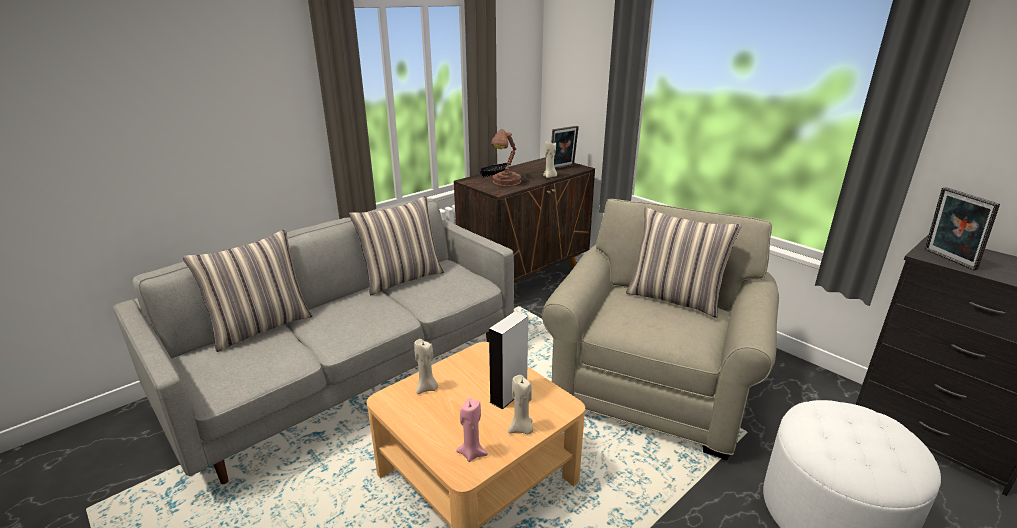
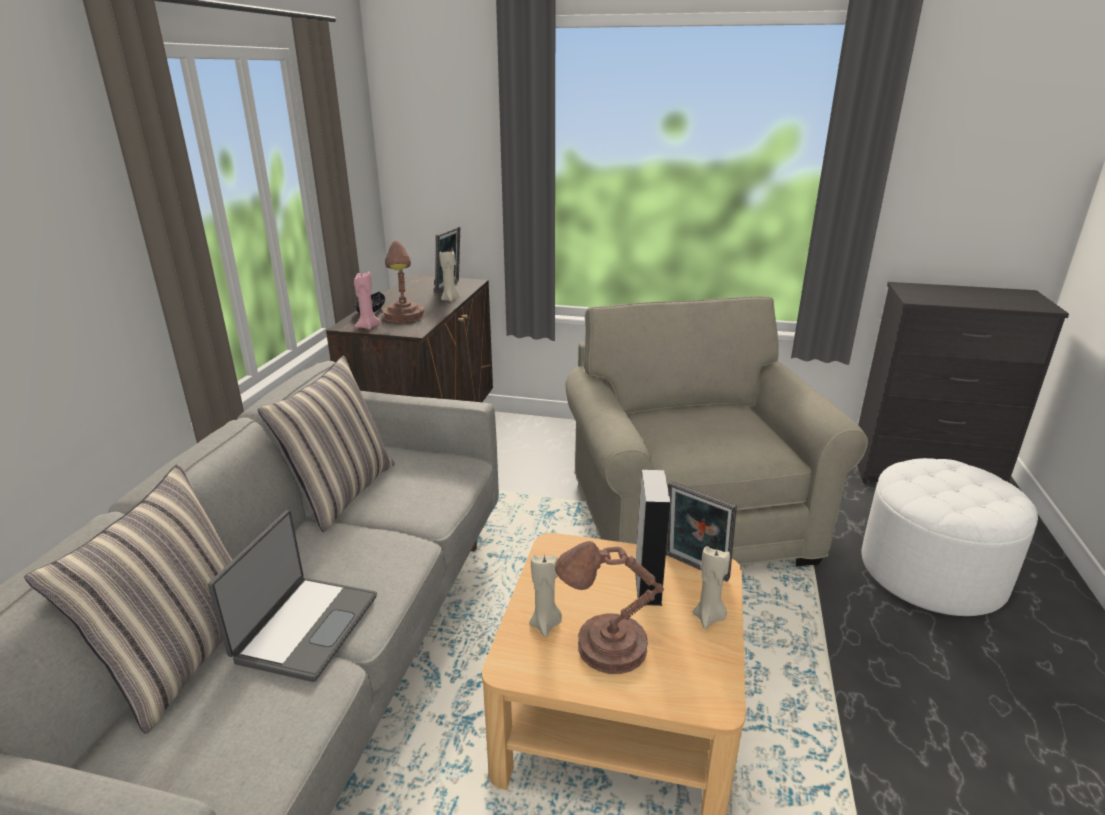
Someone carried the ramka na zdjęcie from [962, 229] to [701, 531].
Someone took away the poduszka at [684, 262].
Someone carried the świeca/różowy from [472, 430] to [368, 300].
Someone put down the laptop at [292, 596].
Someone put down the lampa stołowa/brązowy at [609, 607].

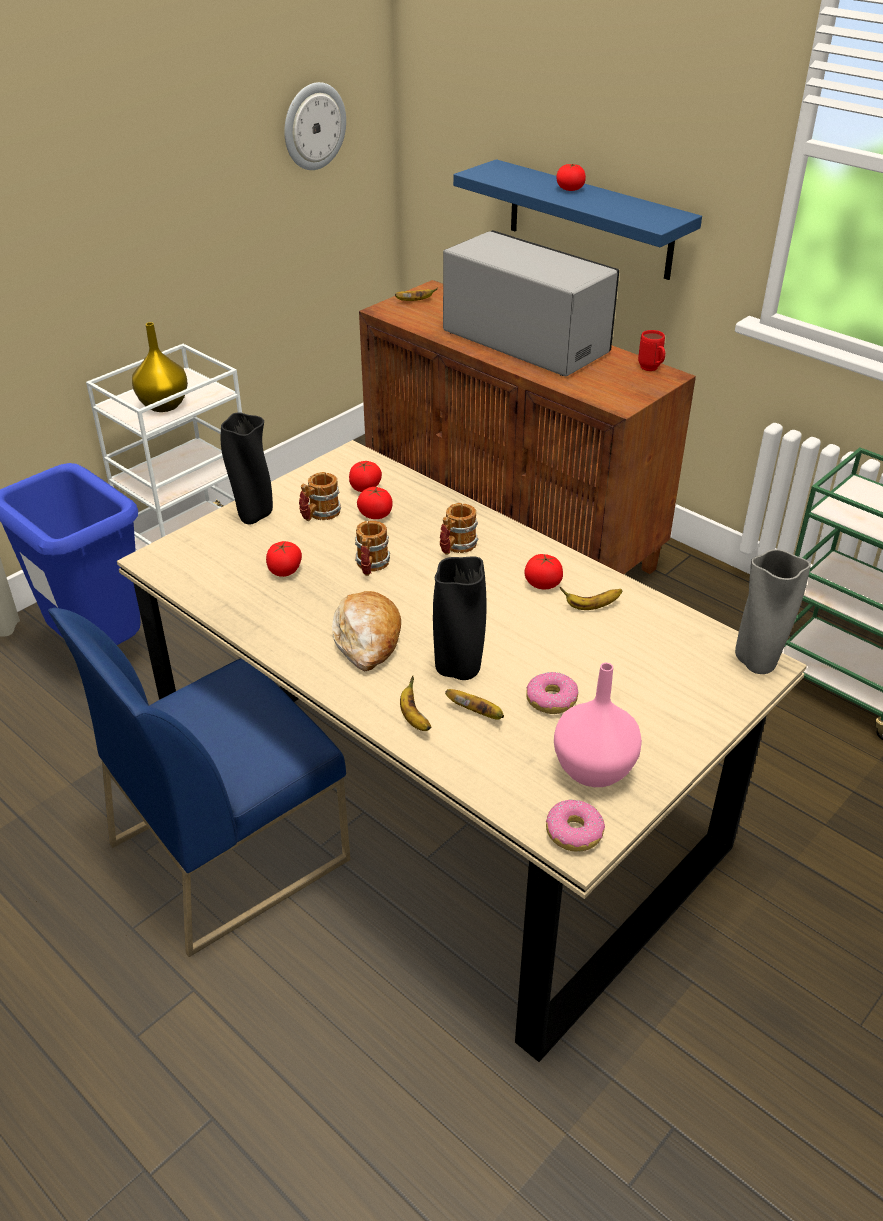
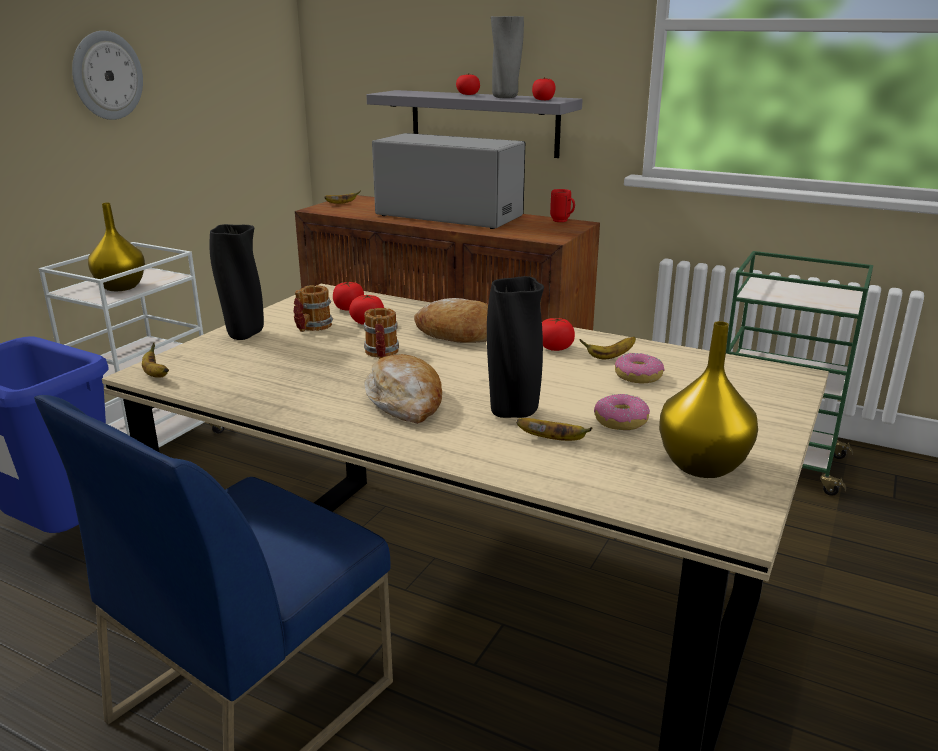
Someone carried the zegar ścienny from [315, 126] to [107, 75].
Someone repainted the półka/niebieski at [577, 219], which became the półka/szary at [474, 124].
Someone swapped the kubek at [459, 529] for the chleb at [451, 320].
Someone carried the pomidor from [284, 559] to [544, 88].
Someone carried the wazon/szary from [773, 611] to [507, 57].
Someone repainted the wazon/różowy at [598, 725], which became the wazon/żółty at [708, 399].
Someone carried the banan from [415, 703] to [155, 360].
Someone carried the donut from [575, 826] to [640, 368].

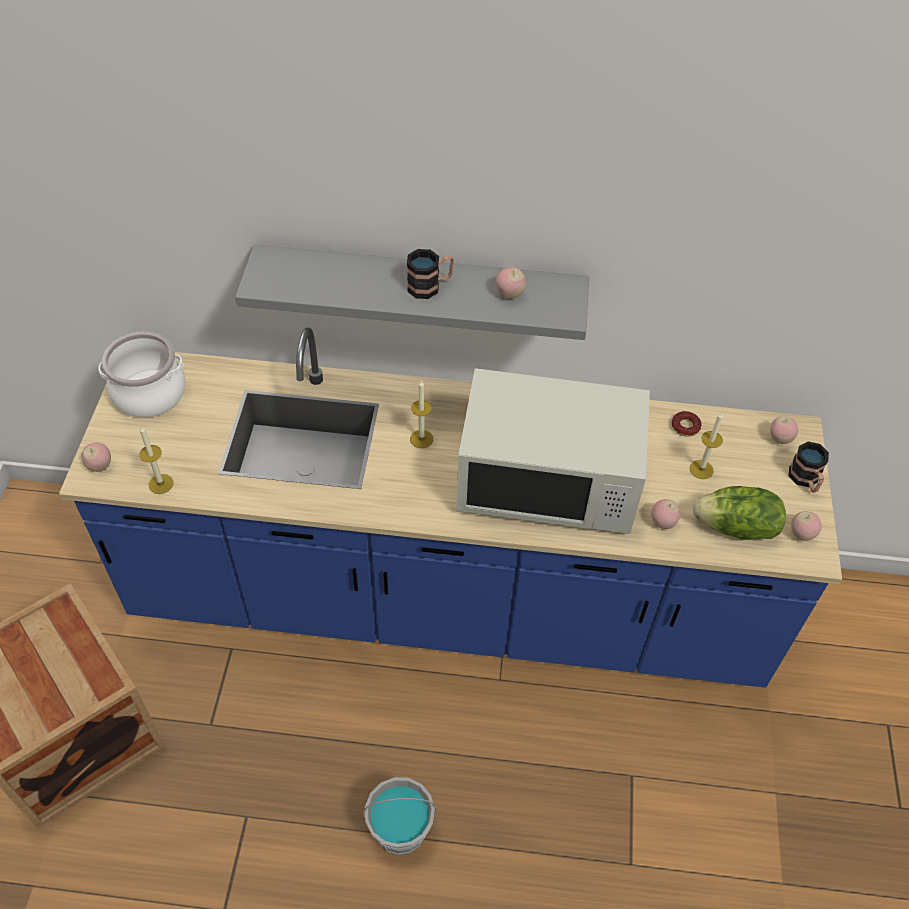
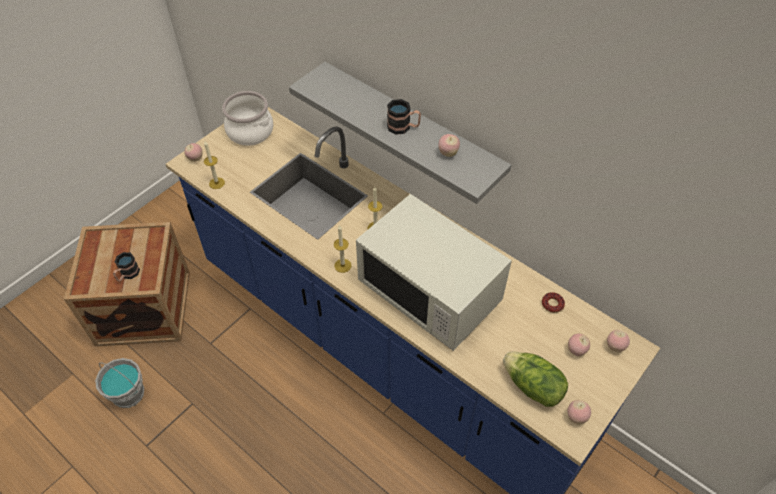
Someone carried the świeca from [706, 445] to [343, 249].
Someone carried the kubek from [809, 467] to [126, 267].
Someone carried the jabłko from [666, 514] to [579, 345].
Someone carried the wiadro/szary from [399, 816] to [119, 383].

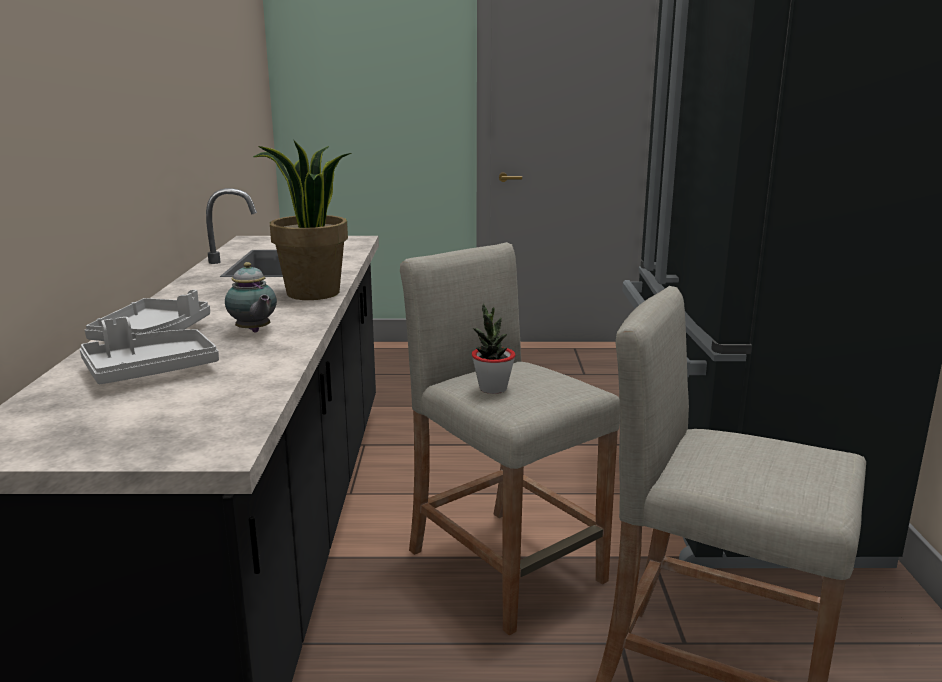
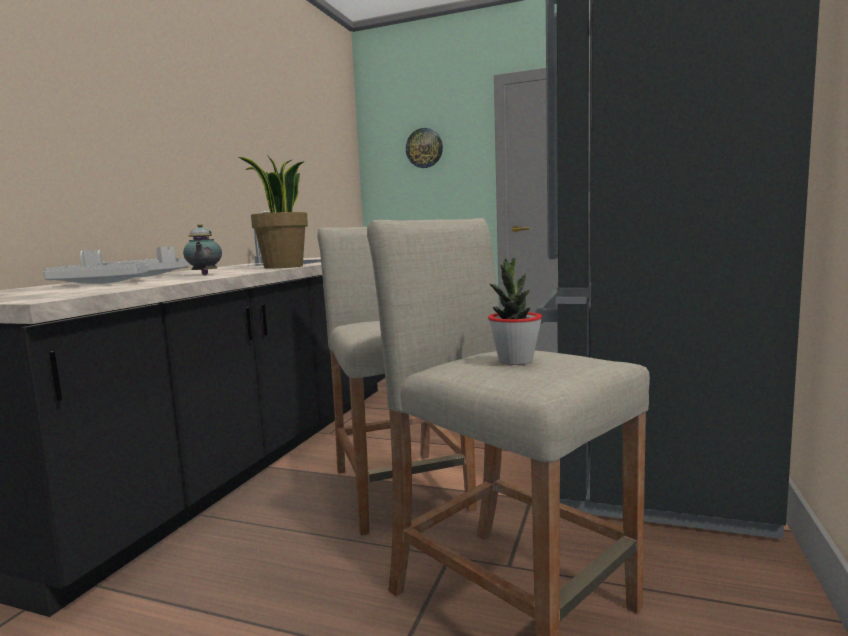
Someone carried the roślina doniczkowa from [494, 348] to [515, 311].
Someone put up the zegar ścienny at [424, 148].

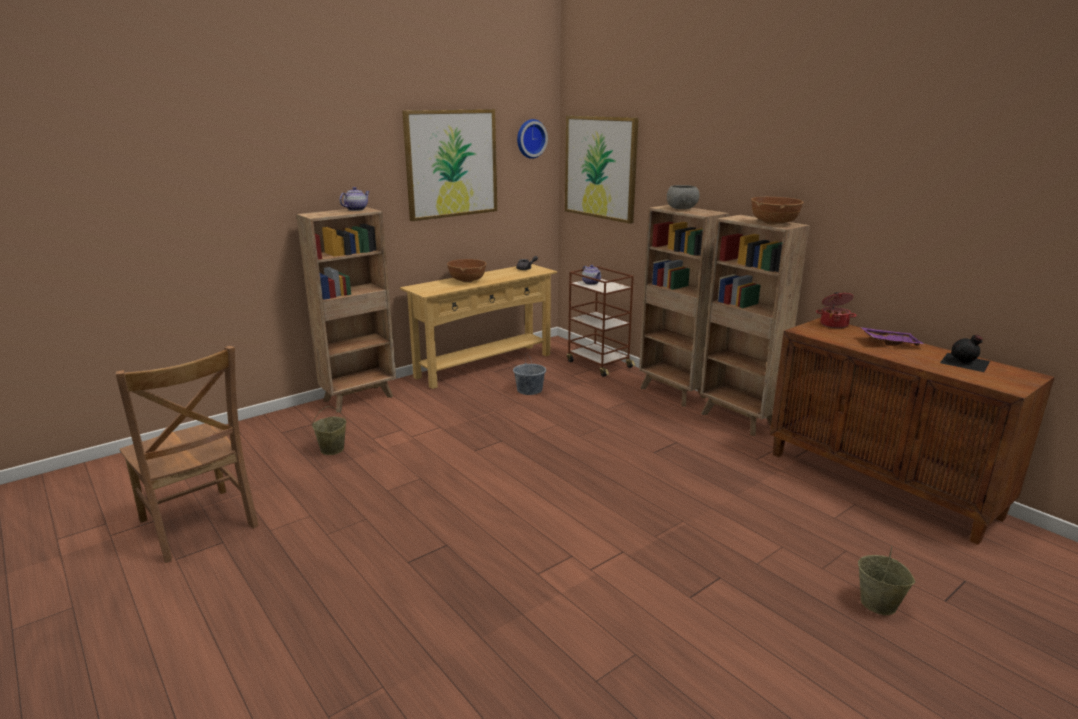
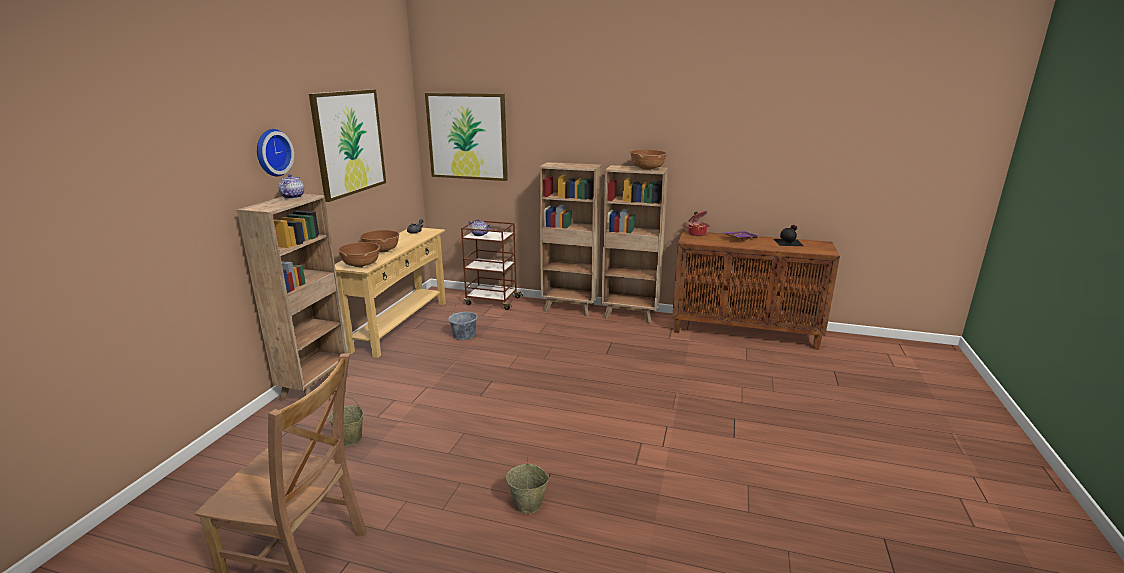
Someone carried the zegar ścienny from [532, 139] to [275, 153].
Someone took away the miska/szary at [683, 197].
Someone carried the wiadro/beżowy from [886, 580] to [527, 485].
Someone put down the miska/brązowy at [359, 255].

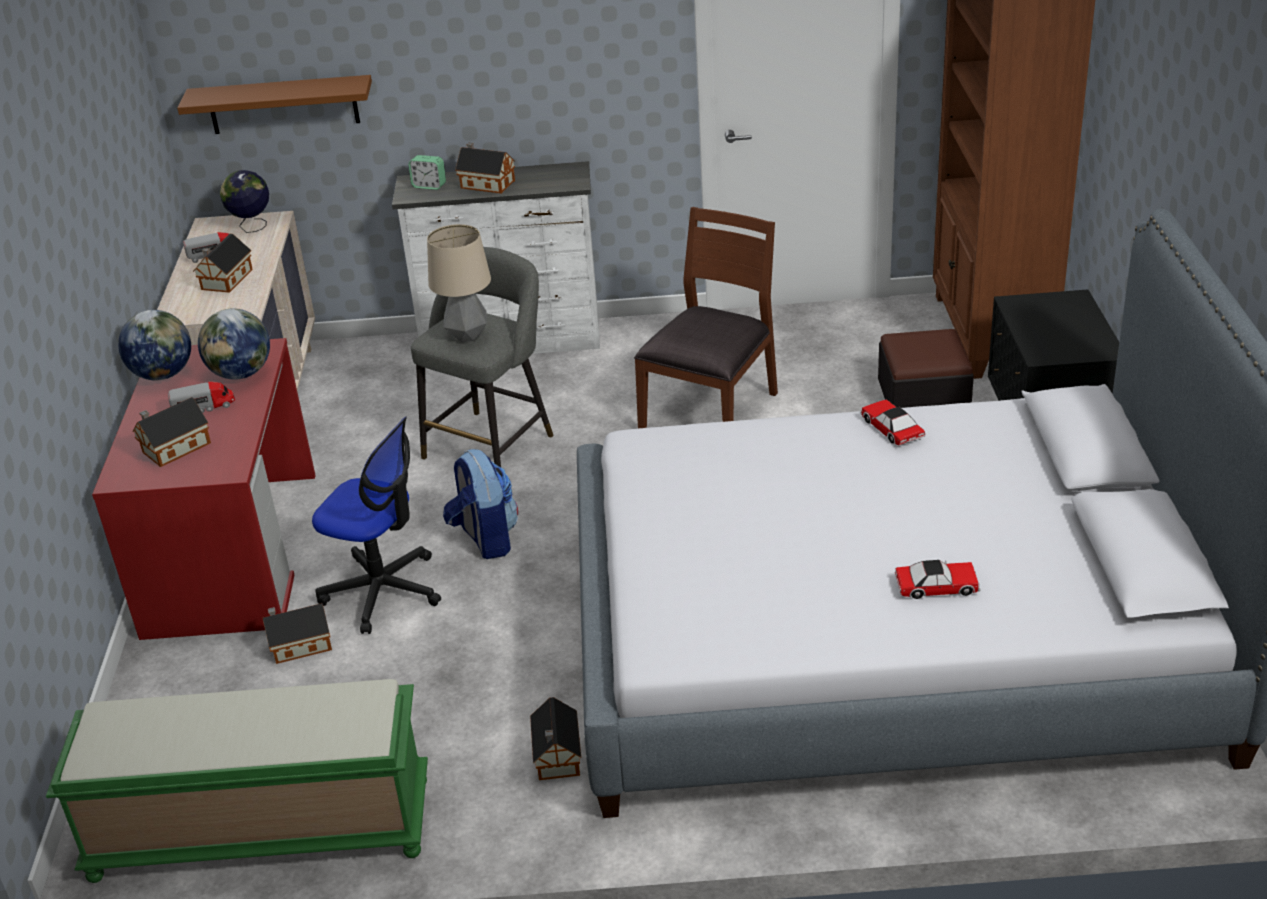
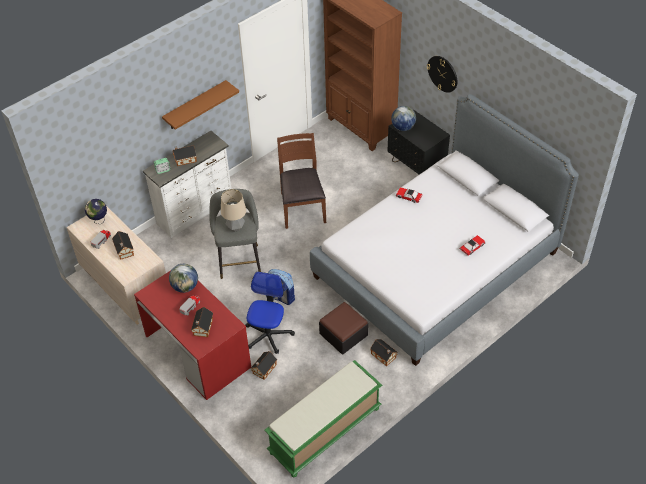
Someone carried the półka/brązowy from [274, 104] to [200, 105].
Someone carried the globus from [154, 345] to [403, 118].
Someone carried the pufa from [926, 368] to [343, 328].
Someone rotated the krzesło biurowe at [376, 525] by 60 degrees counterclockwise.
Someone put up the zegar ścienny at [442, 74].

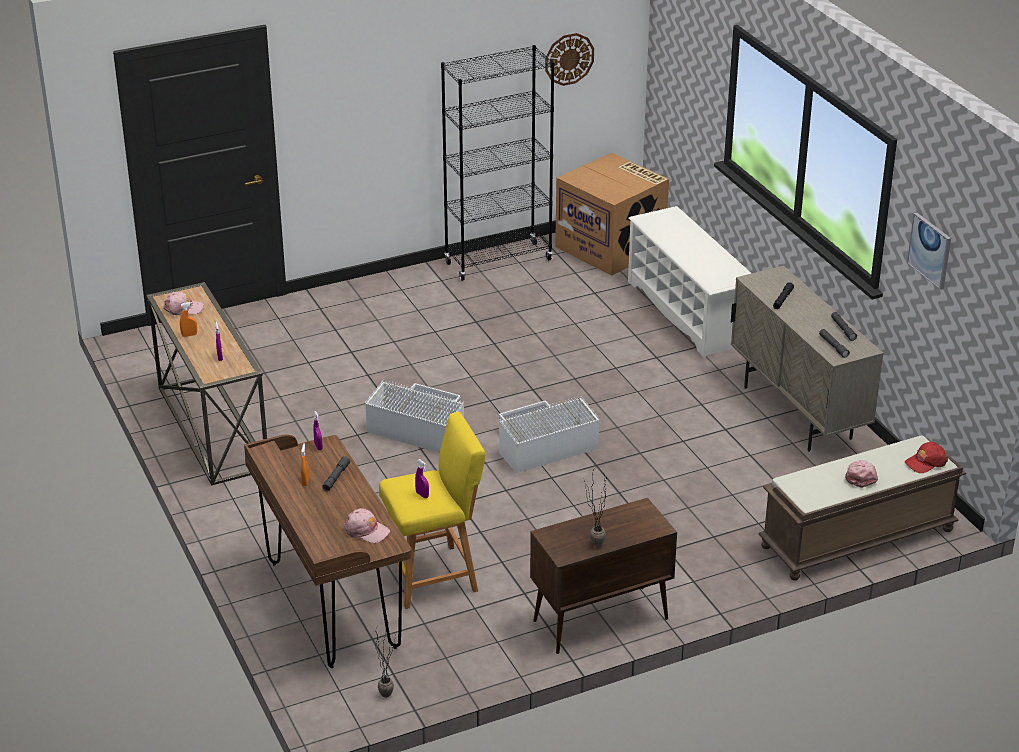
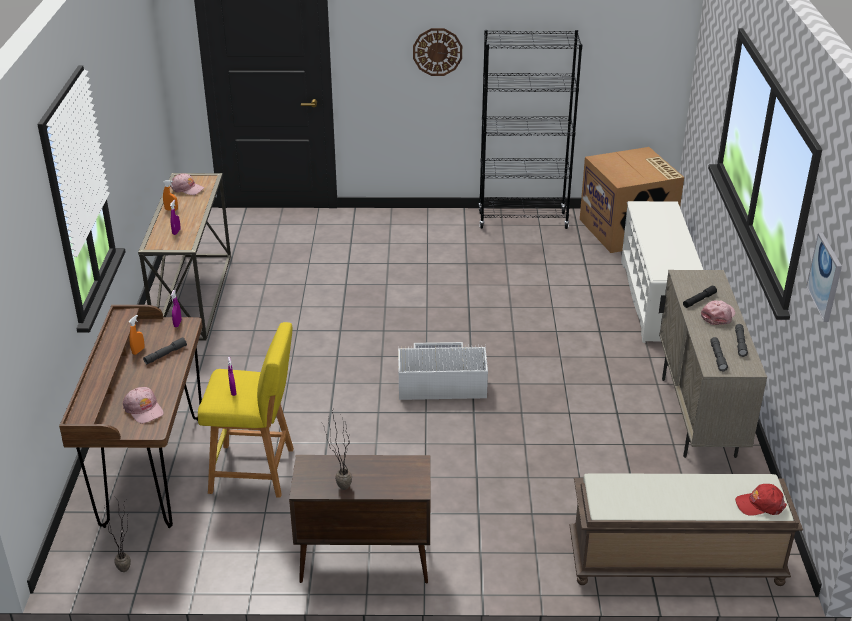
Someone carried the zegar ścienny from [569, 59] to [437, 52].
Someone took away the pojemnik do przechowywania/biały at [414, 416].
Someone carried the czapka z daszkiem/różowy from [861, 474] to [718, 312].

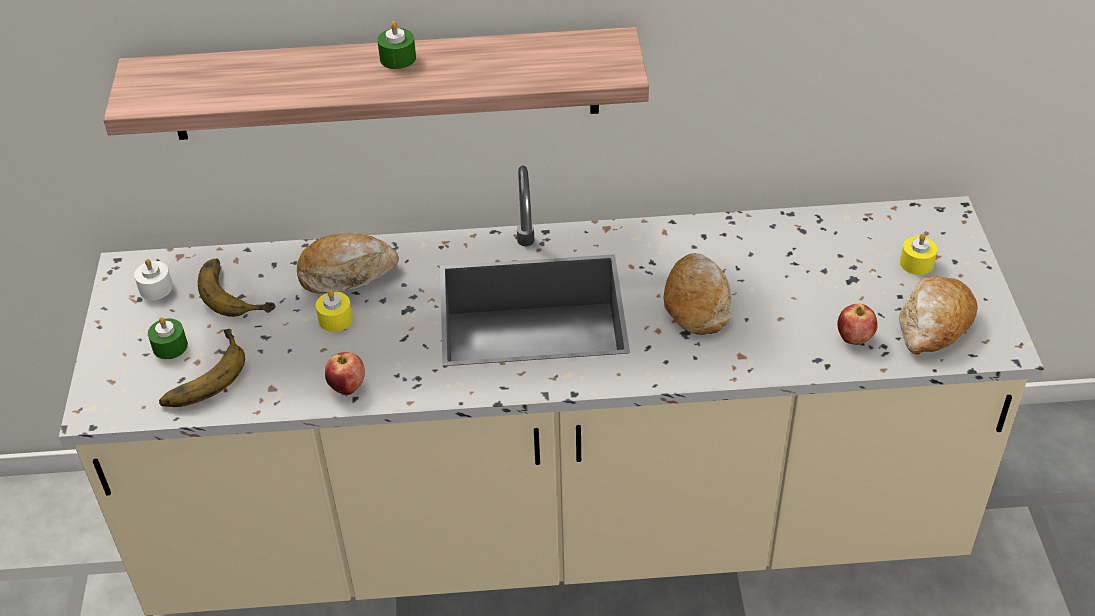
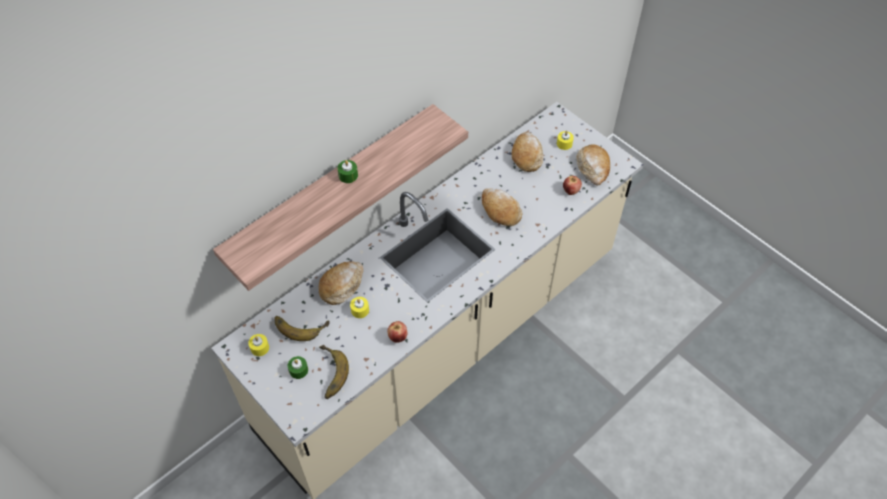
Someone repainted the świeca/biały at [153, 279], which became the świeca/żółty at [258, 345].
Someone put down the chleb at [527, 152].

